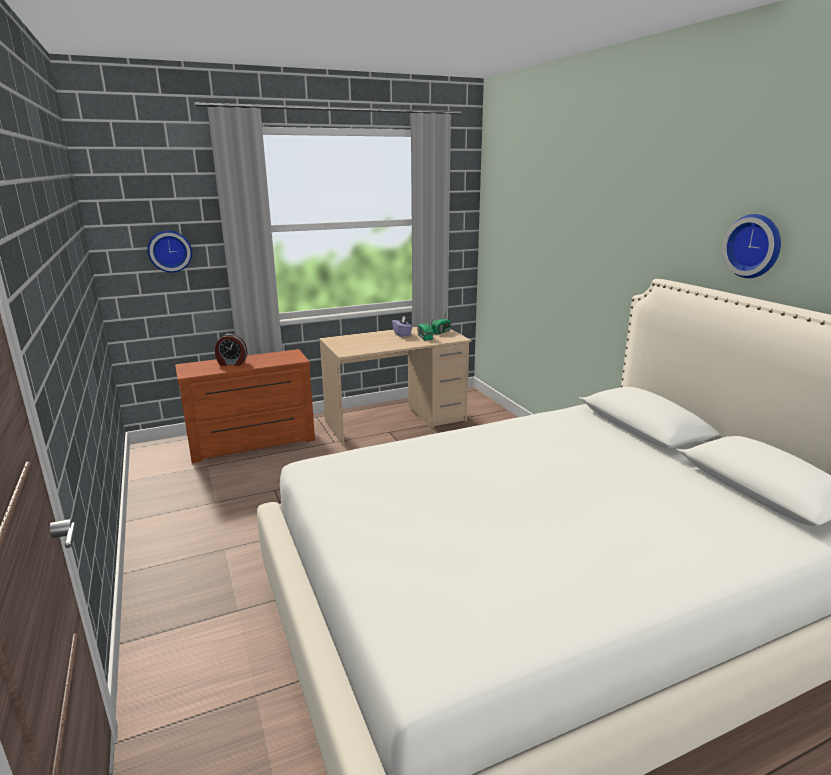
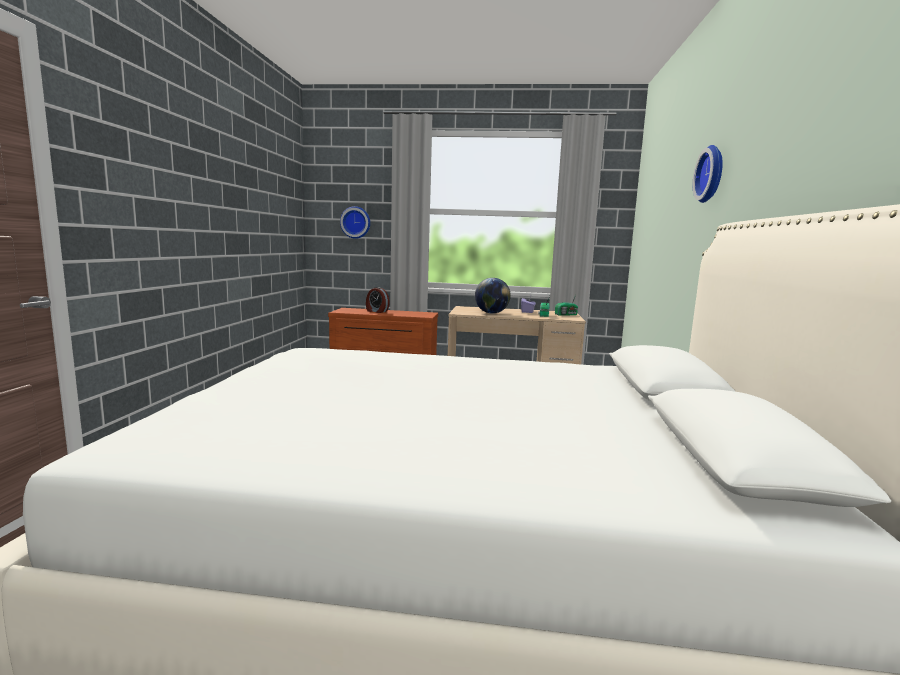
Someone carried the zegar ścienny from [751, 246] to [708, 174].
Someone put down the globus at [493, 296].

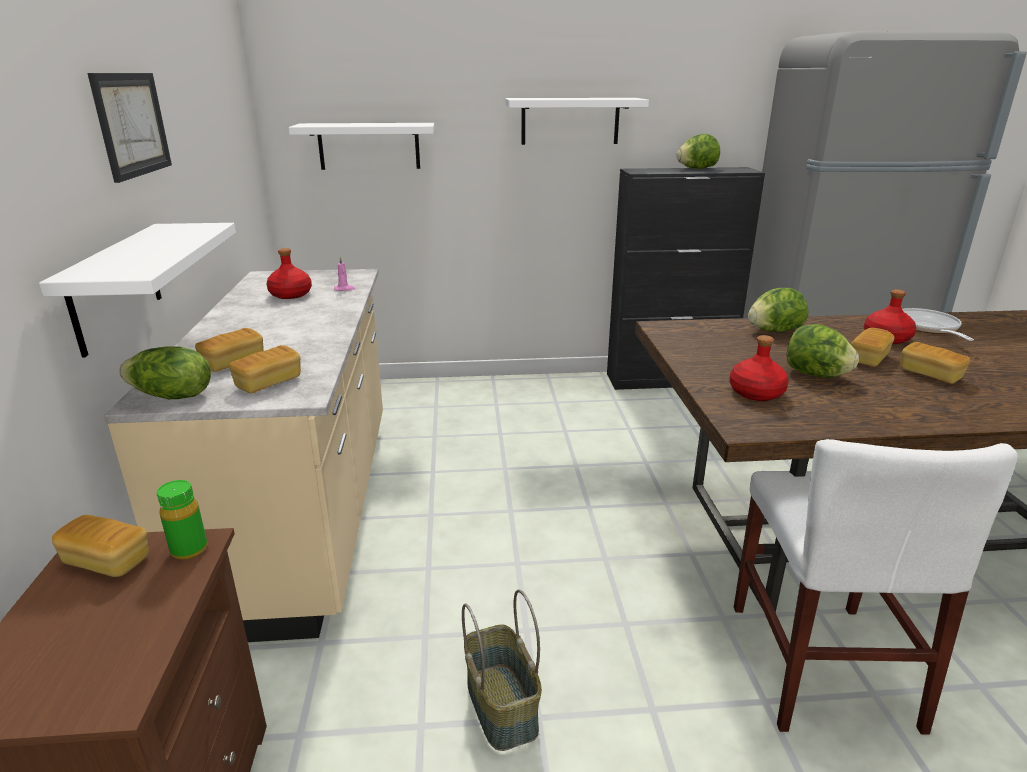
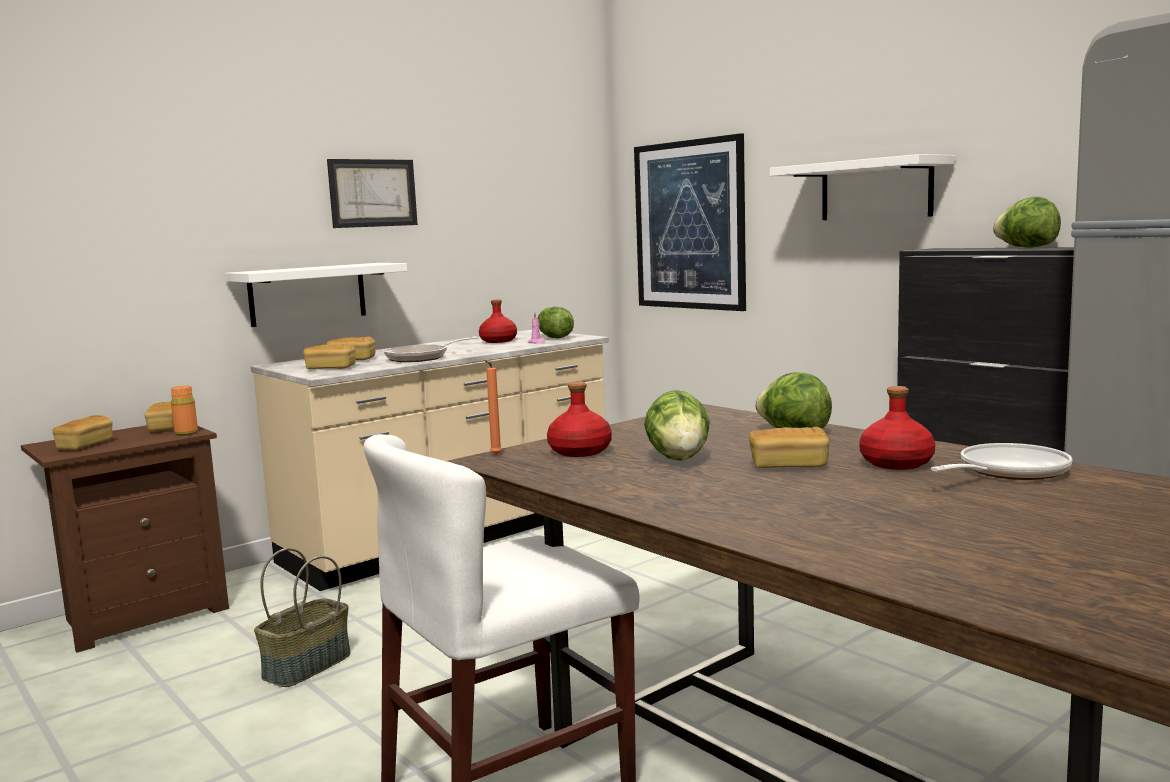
Someone swapped the półka/biały at [361, 146] for the obraz at [690, 222].
Someone carried the chleb from [935, 363] to [83, 432].
Someone carried the sałata from [165, 372] to [556, 322].
Someone repainted the butelka/zielony at [182, 520], which became the butelka/pomarańczowy at [184, 411].
Someone put down the patelnia at [431, 349].
Someone put down the świeca/pomarańczowy at [493, 407].

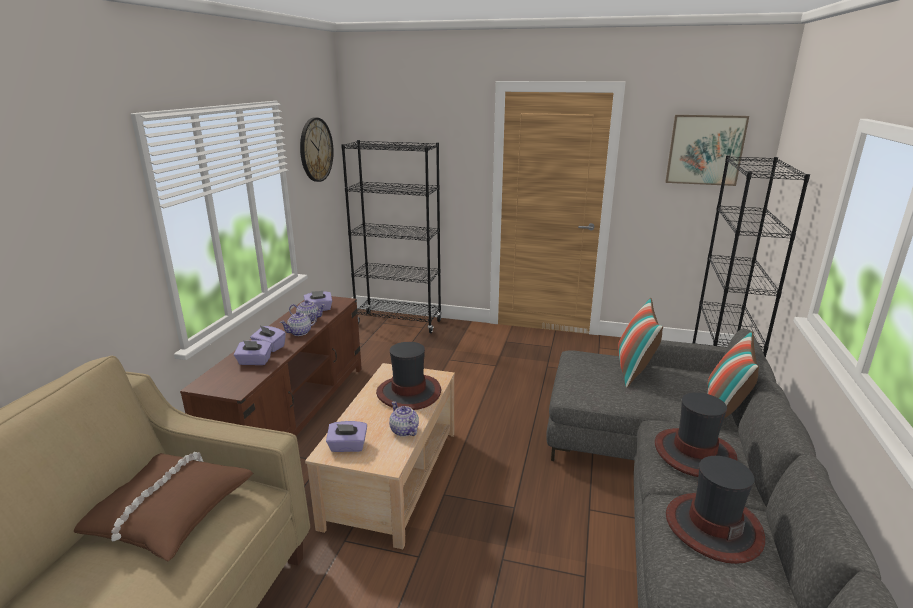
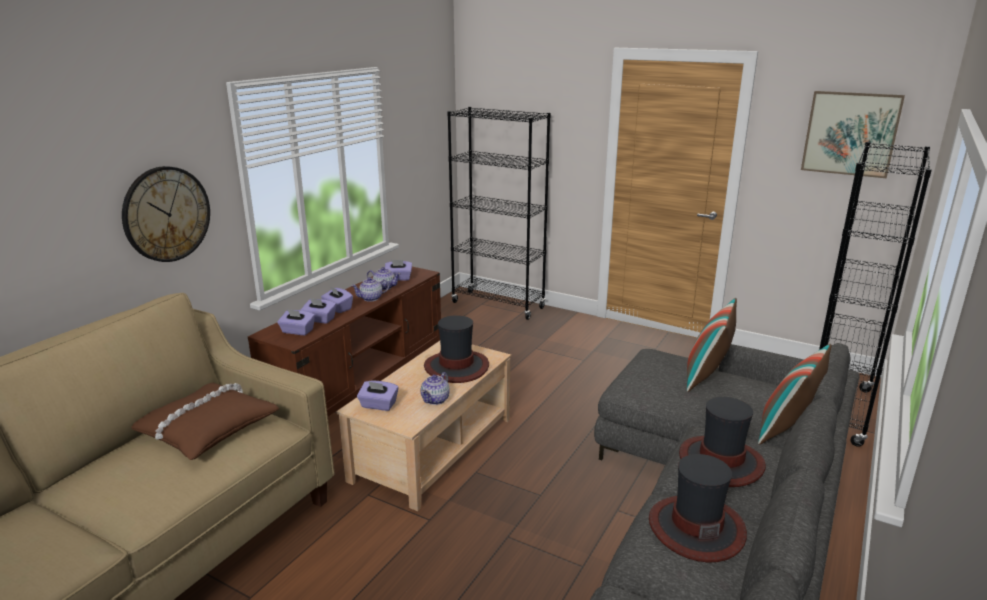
Someone carried the zegar ścienny from [317, 150] to [166, 214].
Someone rotated the imbryk at [404, 419] by 135 degrees counterclockwise.
Someone put down the pudełko chusteczek/fioletowy at [296, 322].

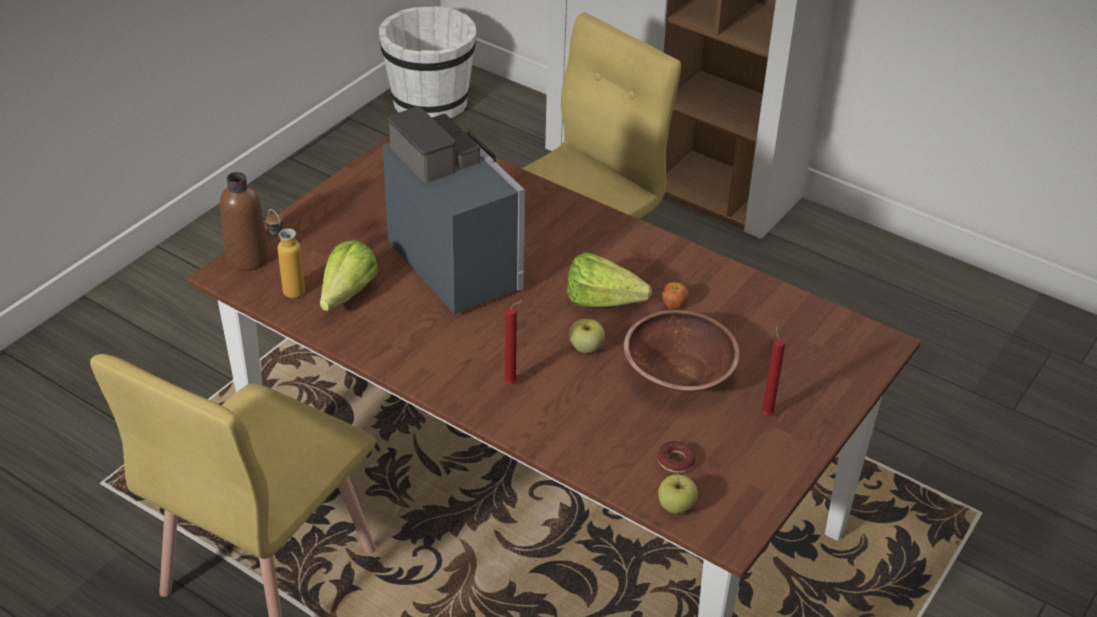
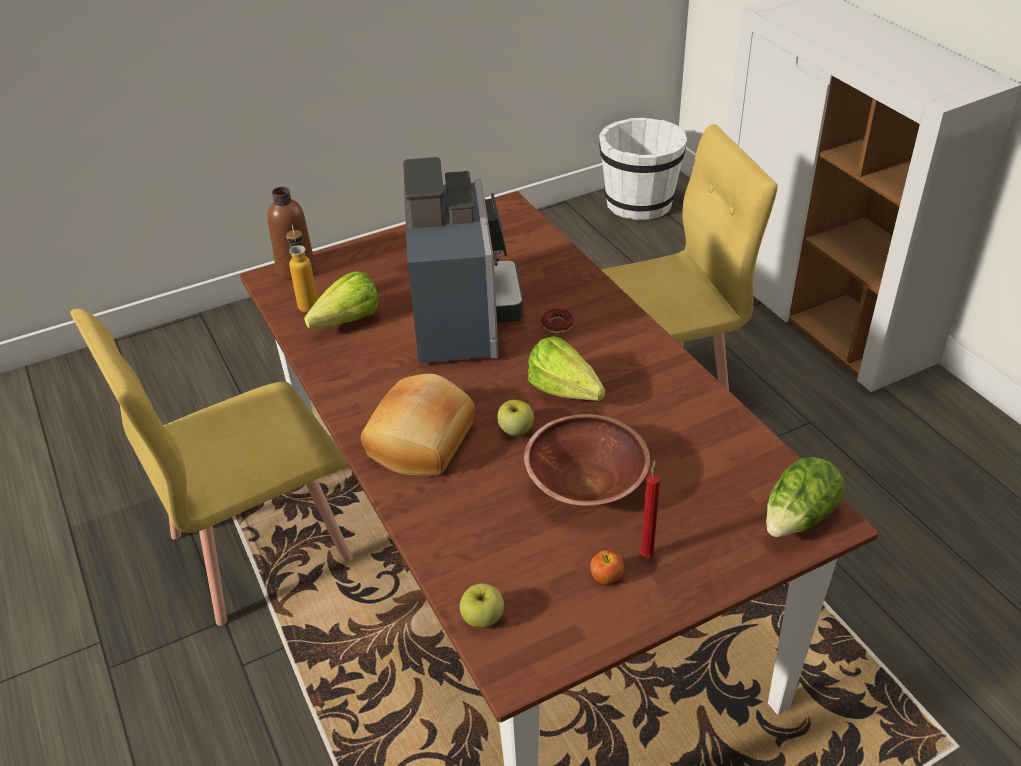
Someone carried the jabłko from [675, 295] to [607, 567].
Someone swapped the świeca/czerwony at [513, 342] for the chleb at [418, 425].
Someone carried the donut from [676, 457] to [557, 321].
Someone put down the sałata at [806, 497].

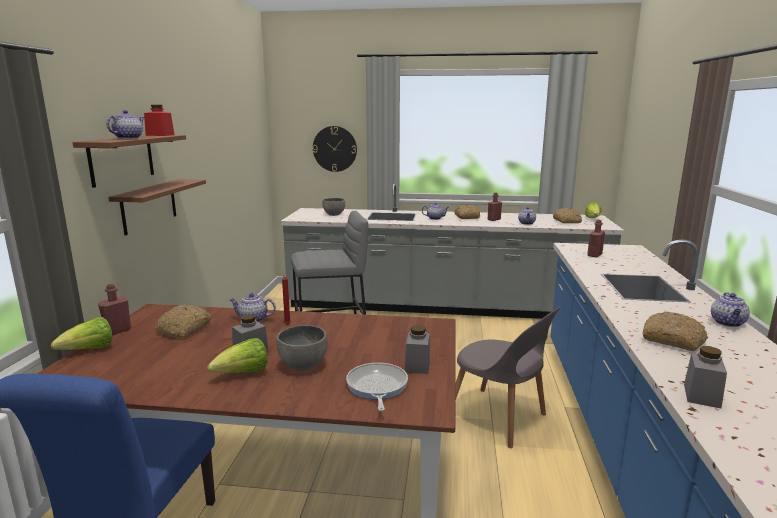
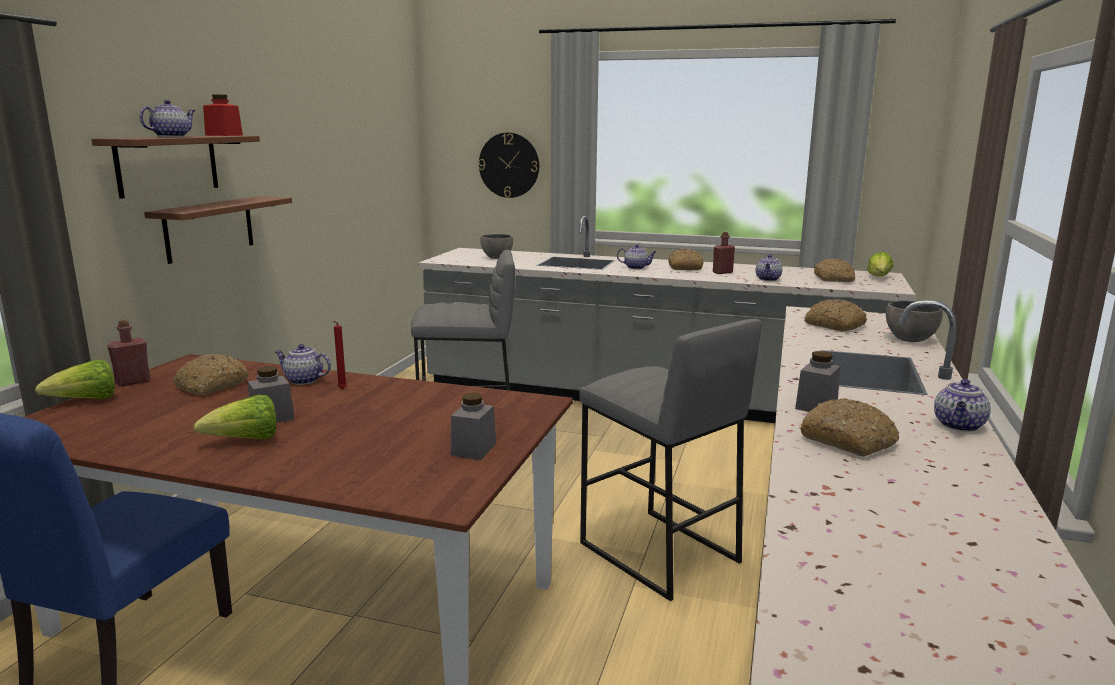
Someone swapped the butelka/czerwony at [596, 239] for the chleb at [835, 315].
Someone swapped the krzesło/szary at [508, 377] for the stołek/szary at [670, 460].
Someone carried the miska/szary from [302, 348] to [914, 321].
Someone carried the słoik/szary from [705, 377] to [817, 381].
Someone took away the patelnia at [377, 387].

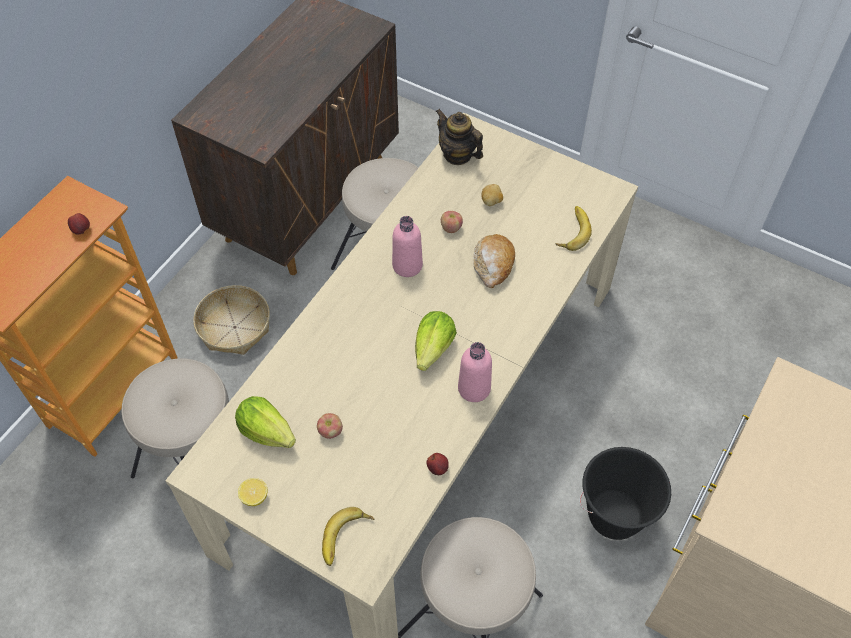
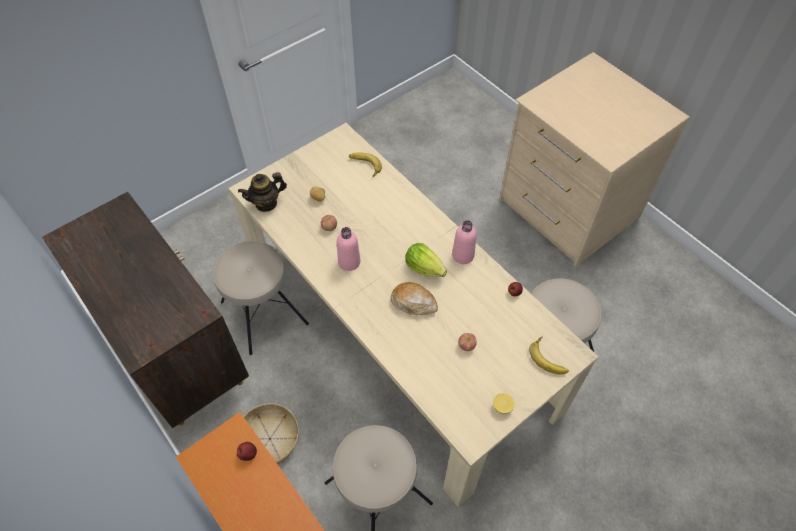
Someone carried the chleb from [494, 261] to [414, 298].
Someone took away the sałata at [265, 422].
Someone took away the wiadro/czarny at [625, 493].

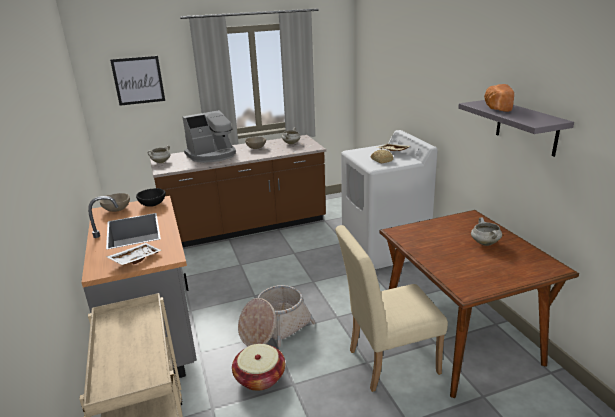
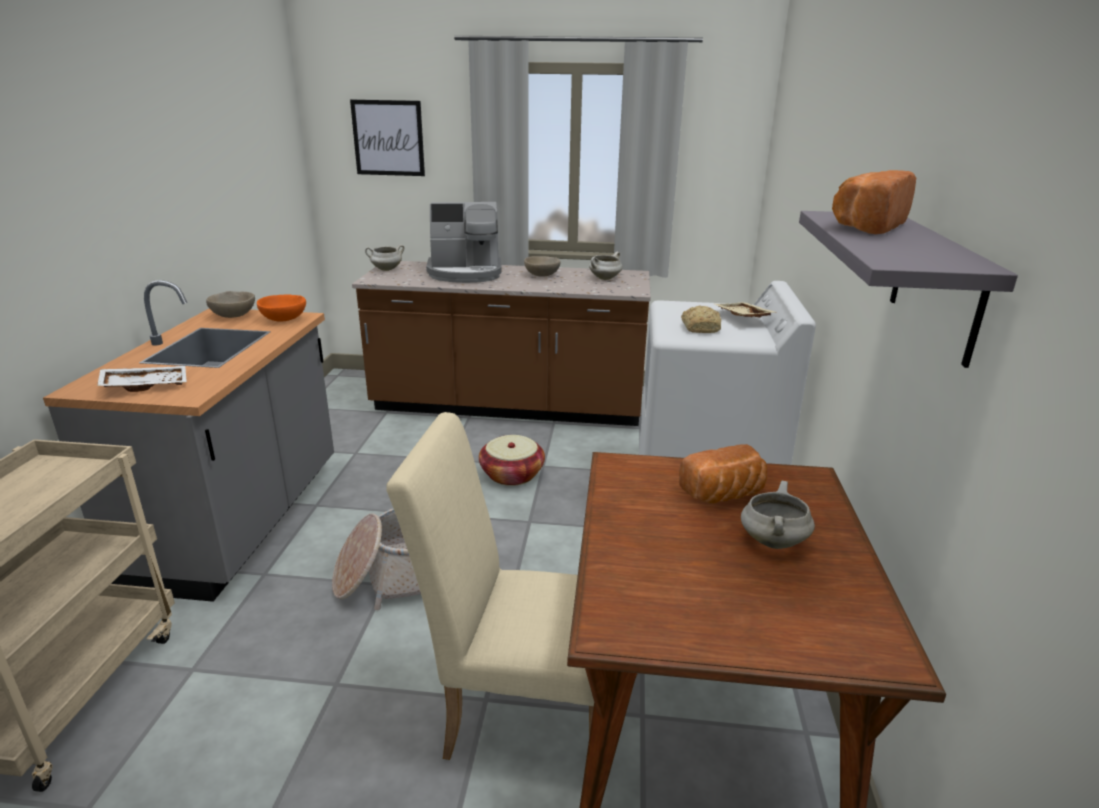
Someone repainted the miska/czarny at [151, 197], which became the miska/pomarańczowy at [281, 308].
Someone carried the koszyk from [258, 367] to [512, 460].
Someone put down the chleb at [723, 474].

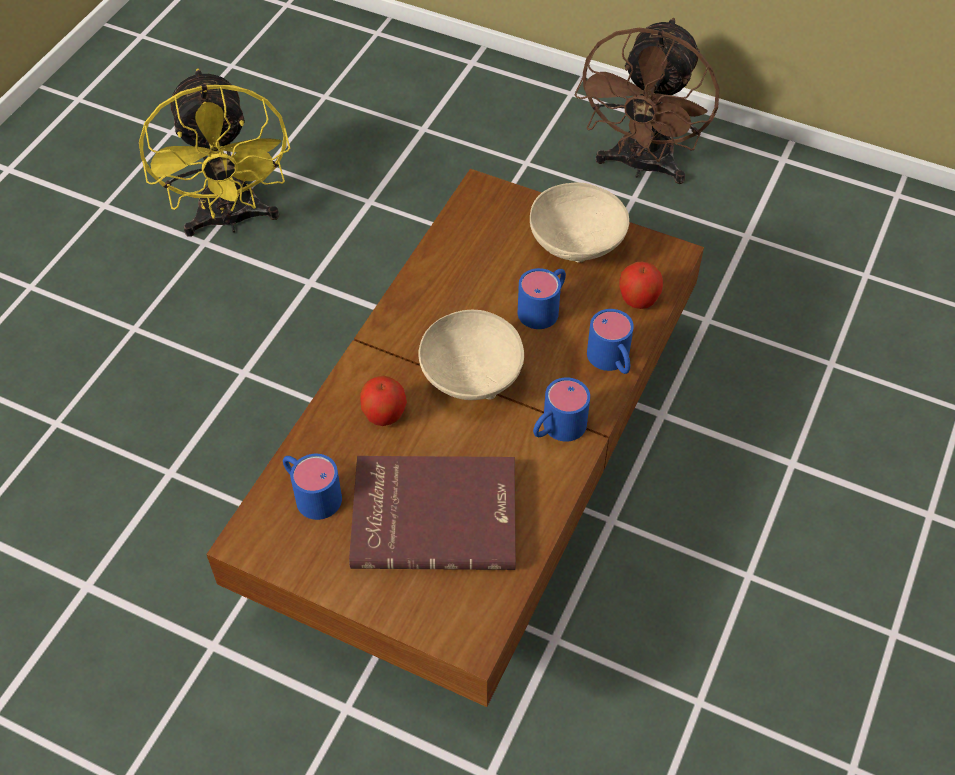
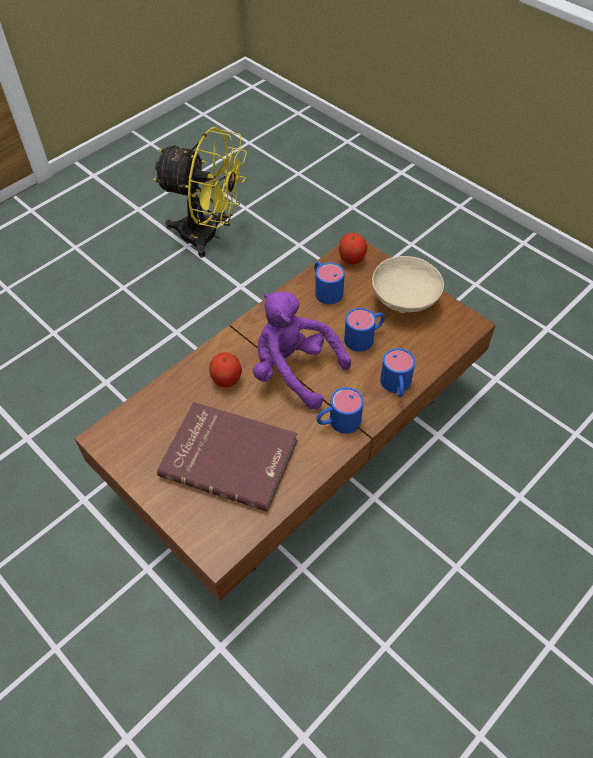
Someone took away the wentylator/brązowy at [647, 101].
Someone rotated the wentylator/żółty at [214, 152] by 75 degrees counterclockwise.
Someone carried the jabłko from [641, 285] to [353, 248].
Someone swapped the miska/beżowy at [471, 355] for the pluszak/fioletowy at [302, 350].
Someone carried the kubek/niebieski from [312, 487] to [329, 282].

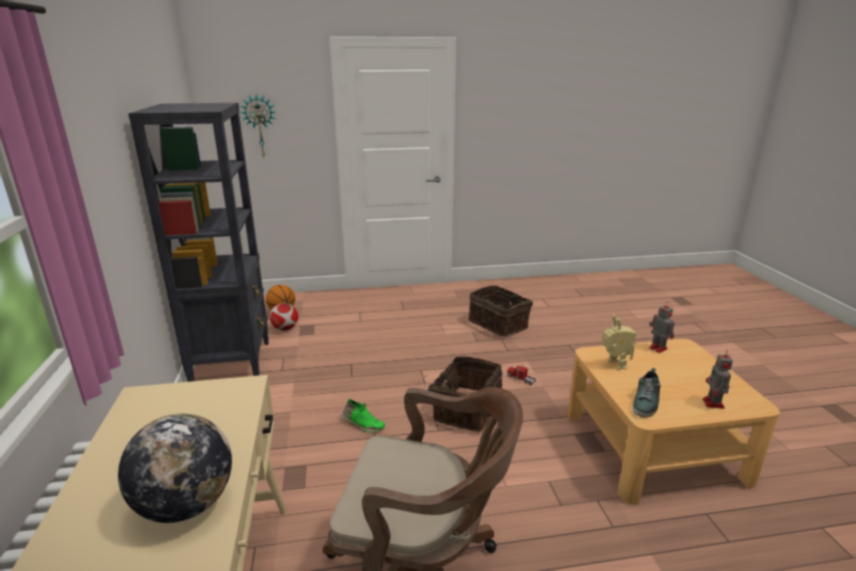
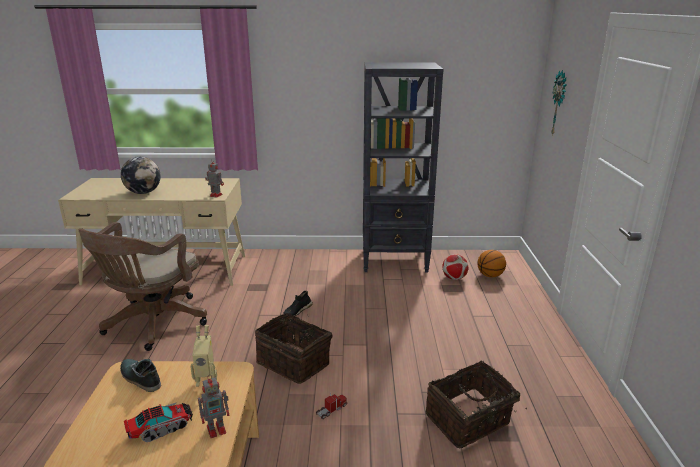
Someone carried the robot zabawkowy from [718, 379] to [214, 178].
Someone repainted the but/zielony at [363, 415], which became the but/czarny at [298, 303].
Someone put down the ciężarówka zabawkowa at [158, 422].

